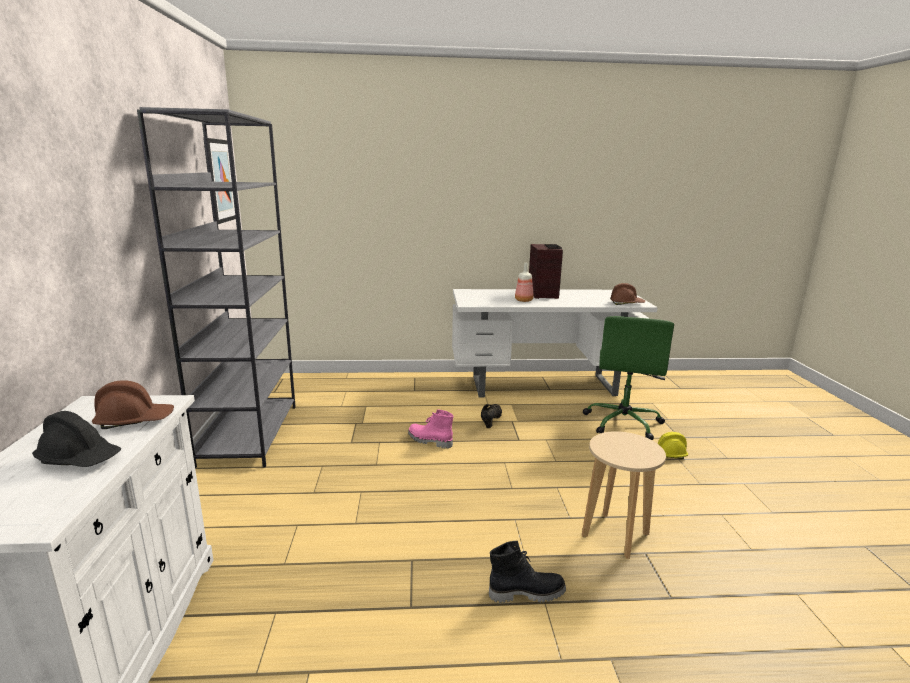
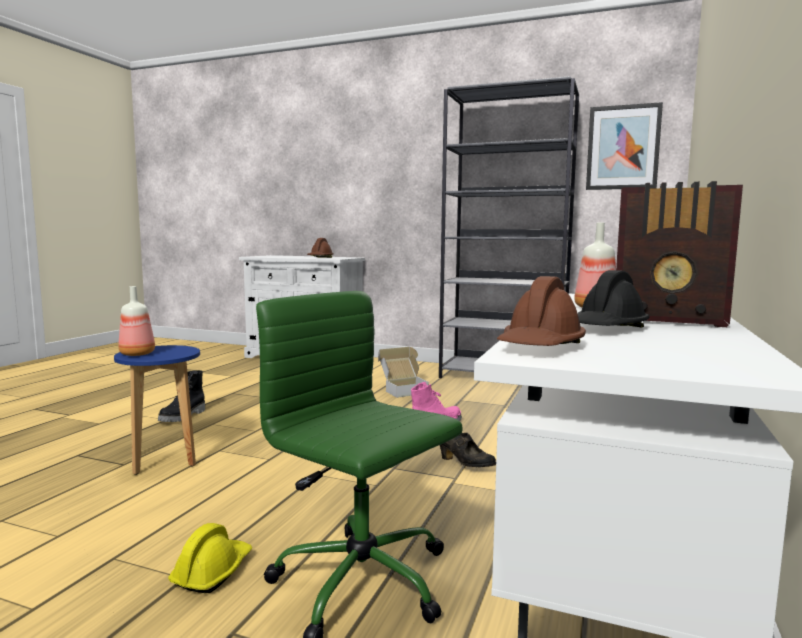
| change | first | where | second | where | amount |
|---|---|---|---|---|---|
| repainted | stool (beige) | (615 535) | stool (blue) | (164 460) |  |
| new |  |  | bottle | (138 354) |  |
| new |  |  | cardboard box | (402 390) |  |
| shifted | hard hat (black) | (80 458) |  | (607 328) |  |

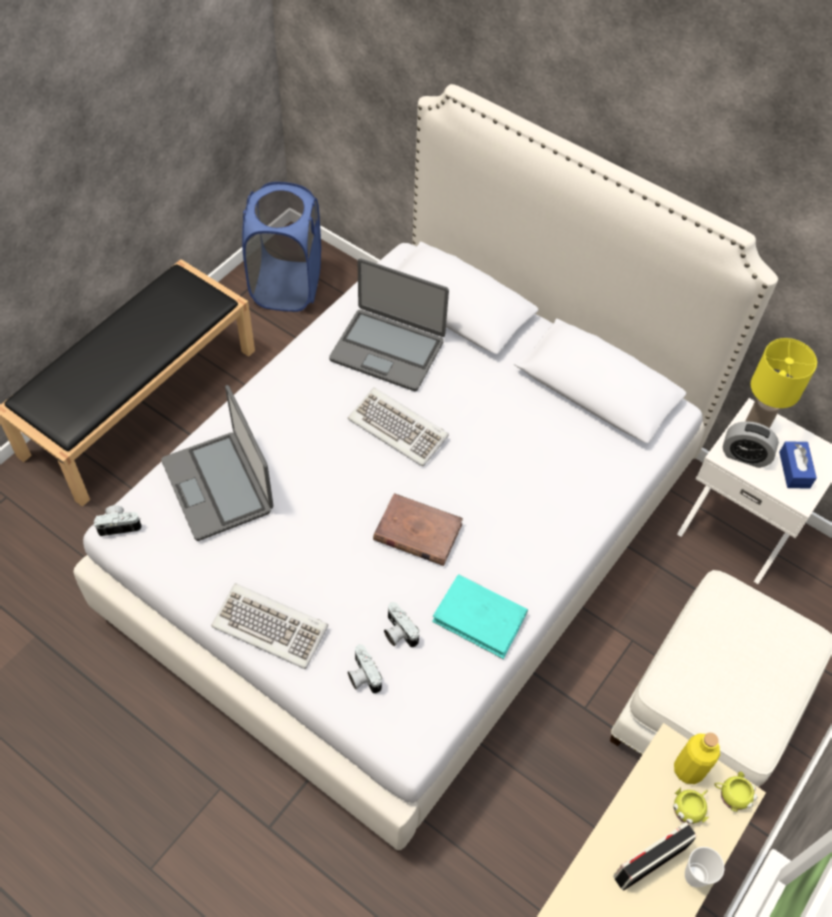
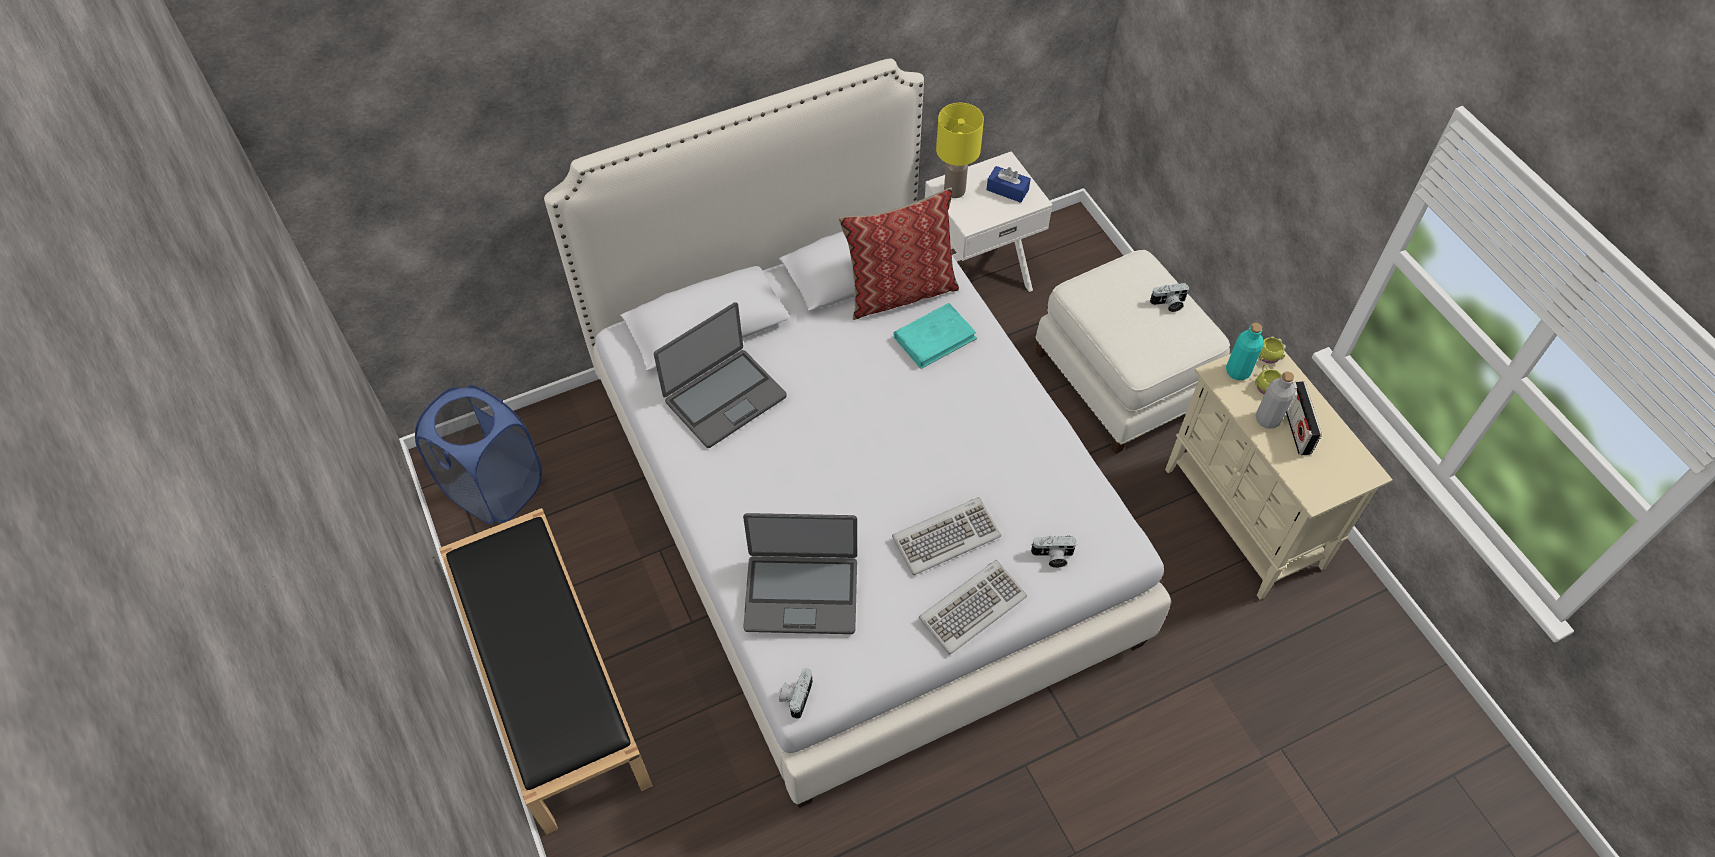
| change | first | where | second | where | amount |
|---|---|---|---|---|---|
| new |  |  | pillow | (900 291) |  |
| shifted | keyboard | (398 428) |  | (946 537) |  |
| shifted | book (turquoise) | (480 618) |  | (935 338) |  |
| shifted | photo camera | (397 632) |  | (1168 304) |  |
| repainted | bottle (yellow) | (688 769) | bottle (turquoise) | (1238 371) |  |
| new |  |  | bottle (grey) | (1267 419) |  |
| gone | book (brown) | (417 532) |  |  |  |
| gone | cup | (694 876) |  |  |  |
| gone | alarm clock | (744 456) |  |  |  |

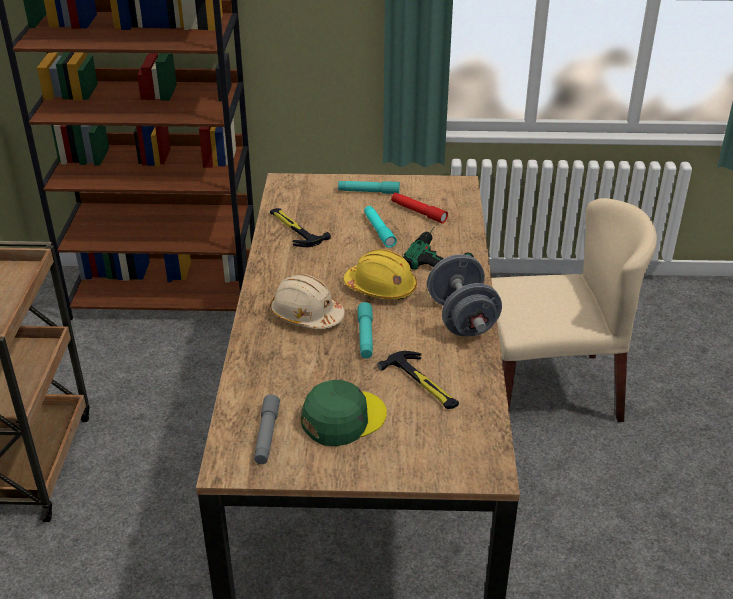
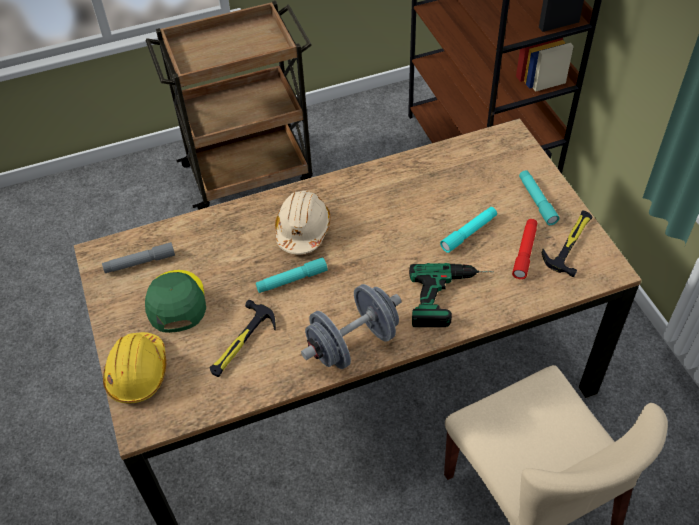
| change | first | where | second | where | amount |
|---|---|---|---|---|---|
| shifted | hard hat (yellow) | (381 288) |  | (138 373) |  |
| rotated | cap (green) | (343 418) |  | (175 302) | 135 degrees counterclockwise |
| shifted | hammer | (294 229) |  | (570 242) |  |

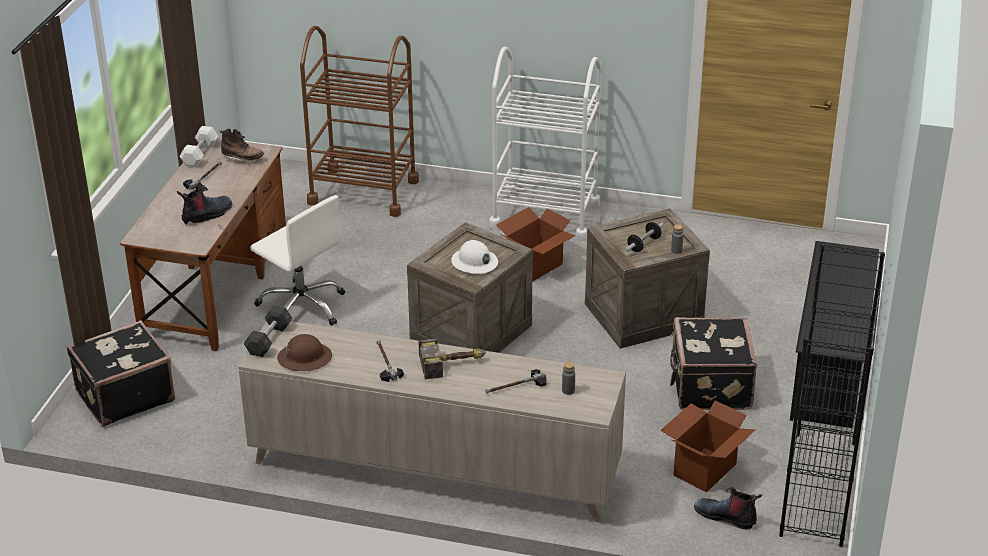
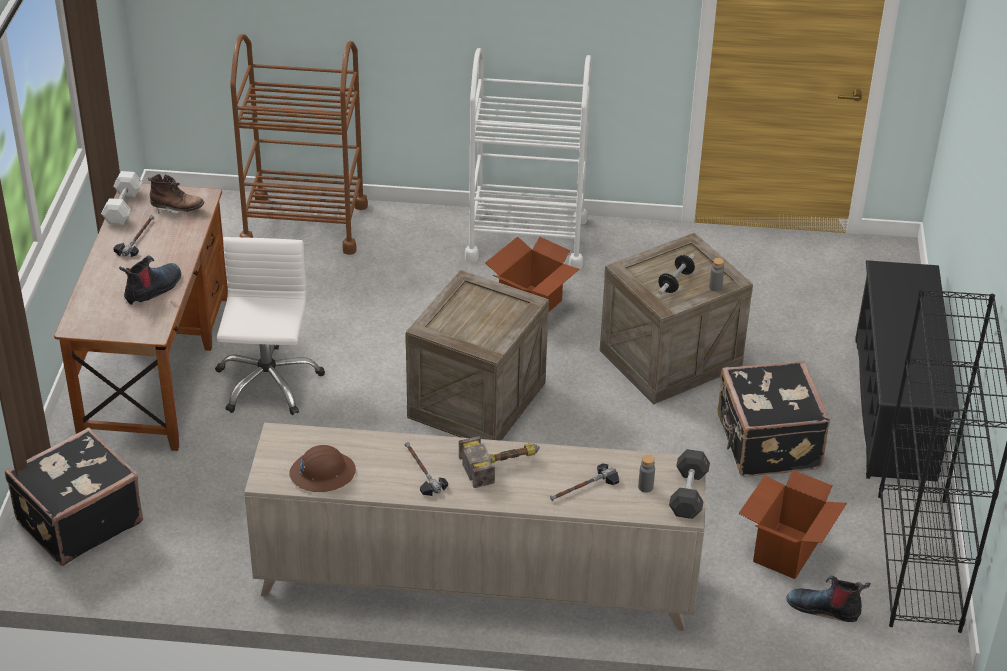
| change | first | where | second | where | amount |
|---|---|---|---|---|---|
| rotated | office chair (white) | (302 306) |  | (267 382) | 120 degrees counterclockwise |
| shifted | dumbbell (grey) | (269 340) |  | (688 493) |  |
| gone | hard hat (white) | (474 262) |  |  |  |

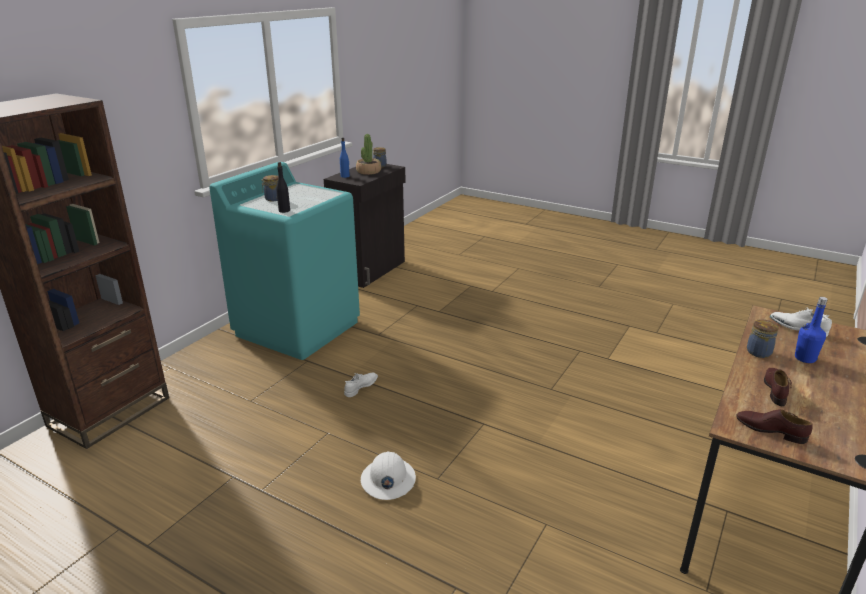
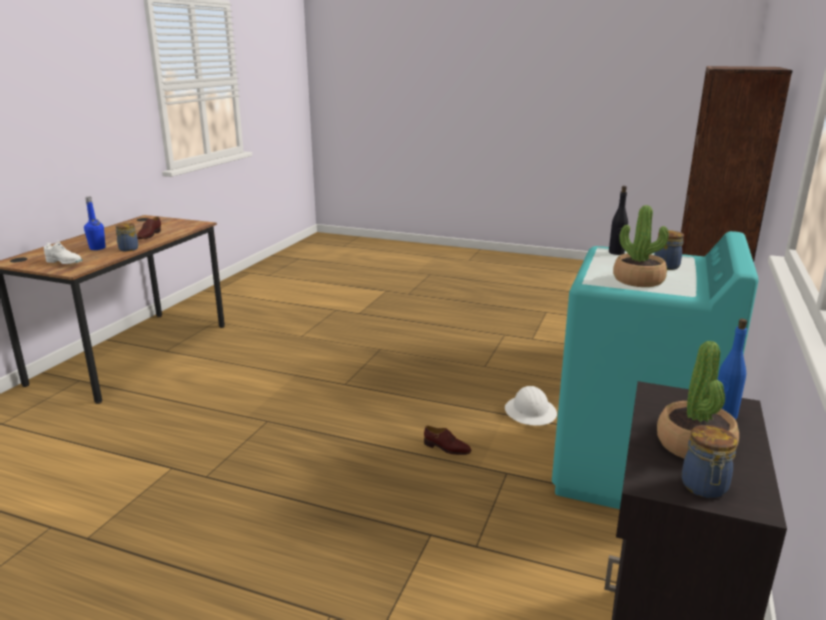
| change | first | where | second | where | amount |
|---|---|---|---|---|---|
| shifted | shoe (brown) | (770 430) |  | (447 448) |  |
| shifted | hard hat (white) | (388 480) |  | (530 412) |  |
| new |  |  | potted plant | (638 280) |  |
| gone | shoe (white) | (361 387) |  |  |  |

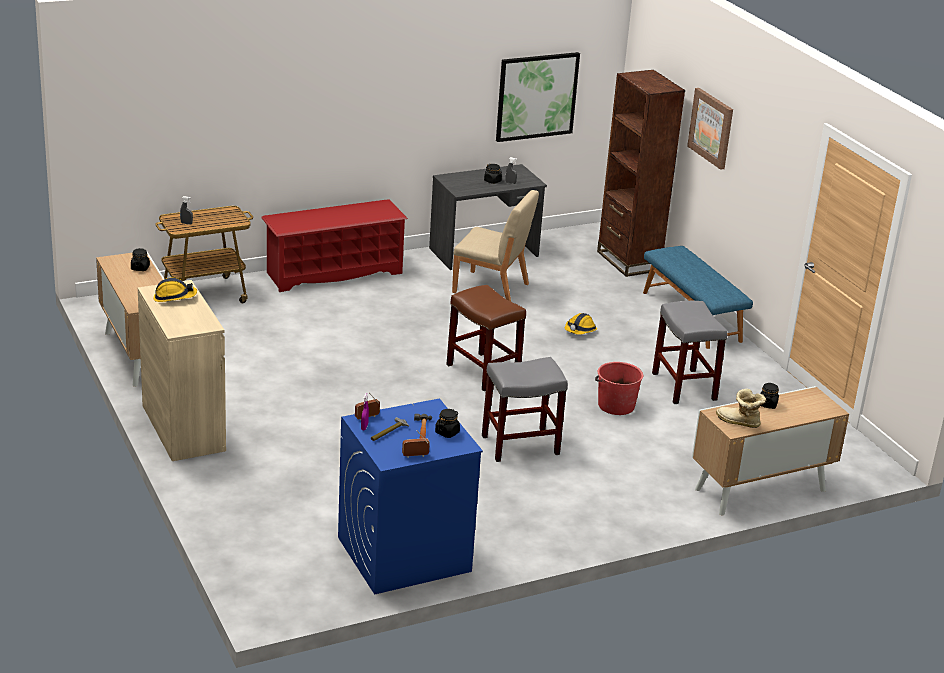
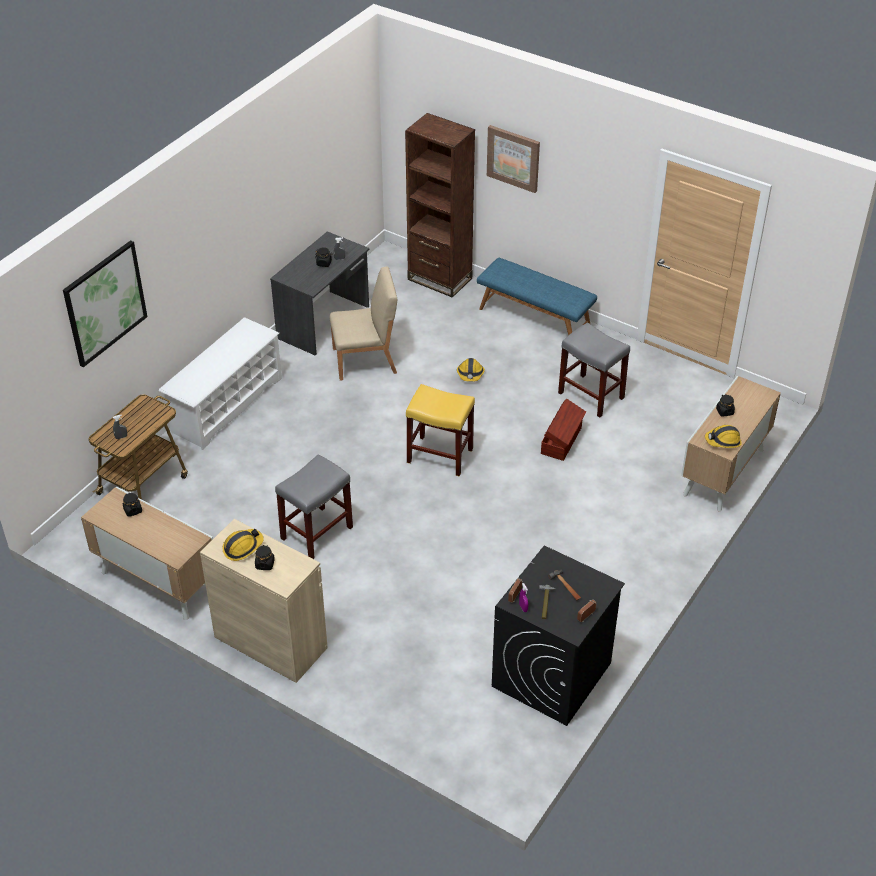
| change | first | where | second | where | amount |
|---|---|---|---|---|---|
| shifted | picture | (536 96) |  | (105 303) |  |
| repainted | shoe rack (red) | (333 273) | shoe rack (white) | (226 405) |  |
| shifted | jar (black) | (447 432) |  | (265 564) |  |
| shifted | stool (grey) | (519 445) |  | (316 533) |  |
| repainted | stool (brown) | (482 371) | stool (yellow) | (439 456) |  |
| repainted | washing machine (blue) | (403 555) | washing machine (black) | (551 675) |  |
| swapped | bucket (red) | (615 405) | storage box (brown) | (562 440) |  |
| swapped | boot | (738 423) | hard hat | (723 441) |  |

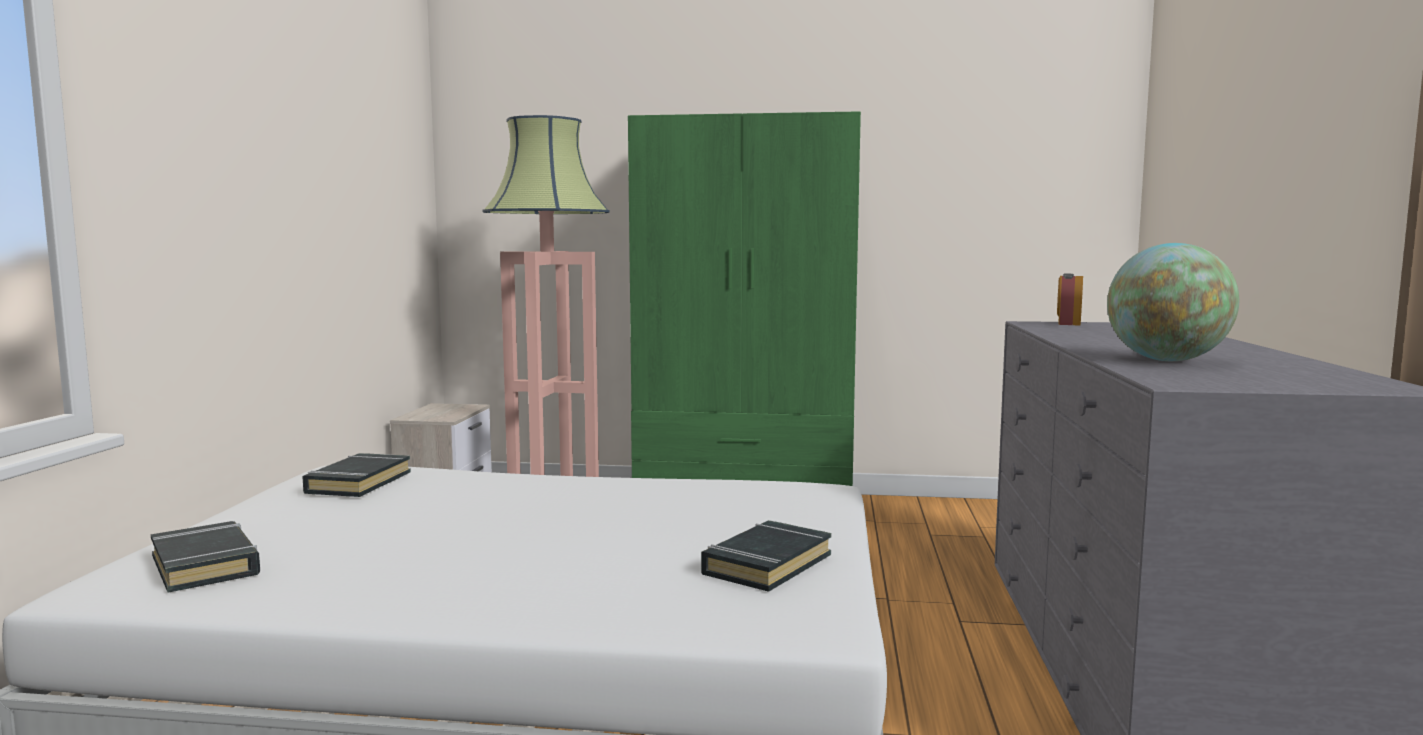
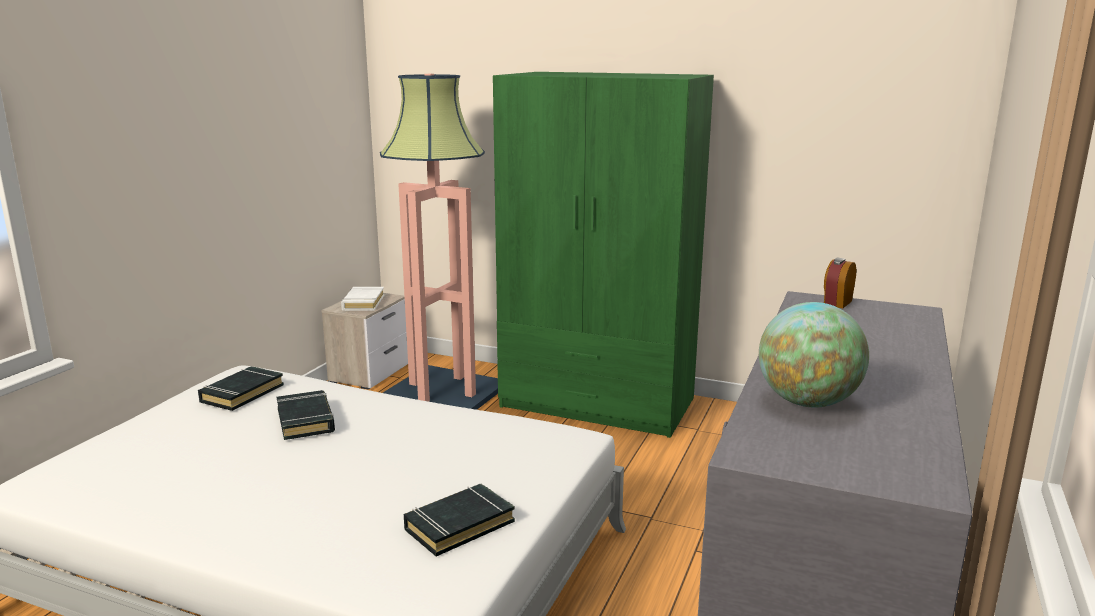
| change | first | where | second | where | amount |
|---|---|---|---|---|---|
| shifted | book (black) | (206 565) |  | (306 420) |  |
| new |  |  | book (white) | (363 303) |  |

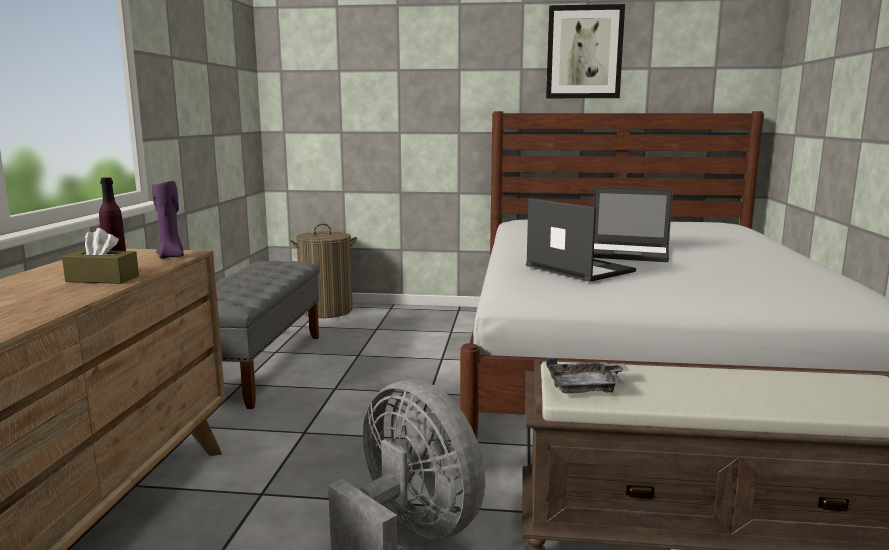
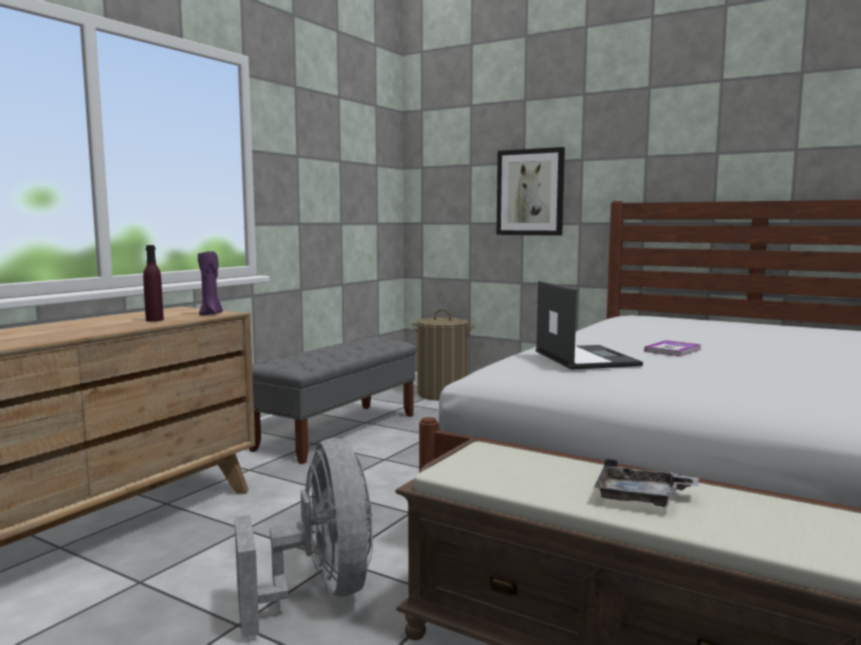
| change | first | where | second | where | amount |
|---|---|---|---|---|---|
| shifted | picture | (584 52) |  | (530 192) |  |
| shifted | tray (grey) | (586 387) |  | (641 498) |  |
| swapped | laptop | (629 253) | book | (673 350) |  |
| gone | tissue box (brown) | (102 279) |  |  |  |

